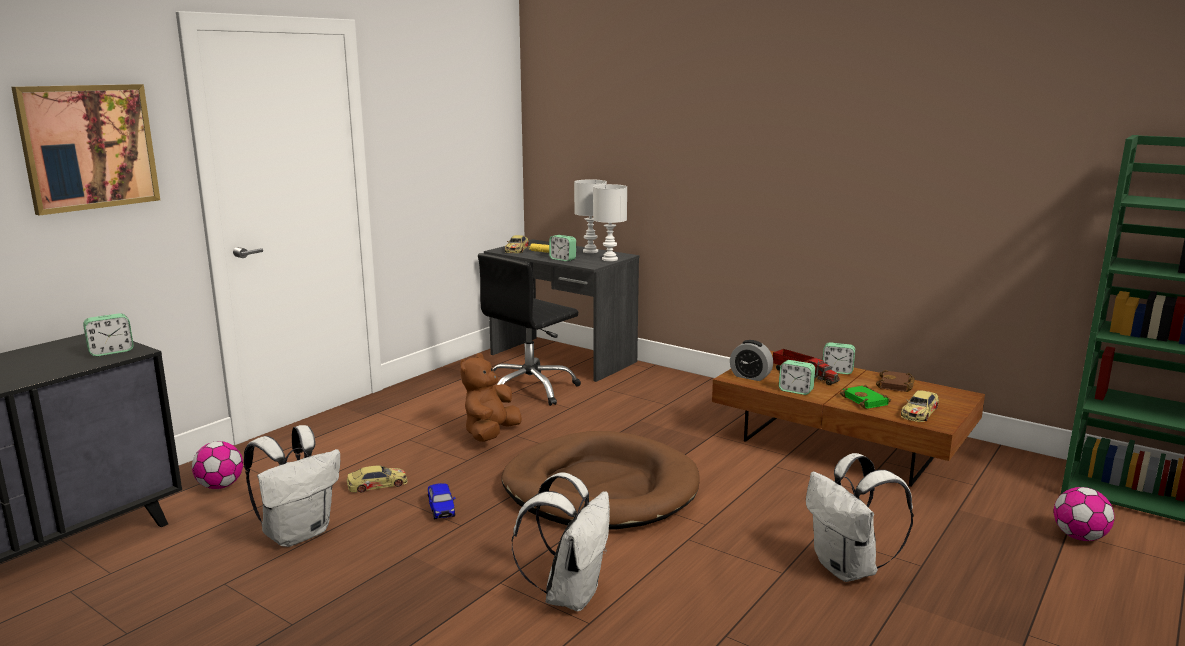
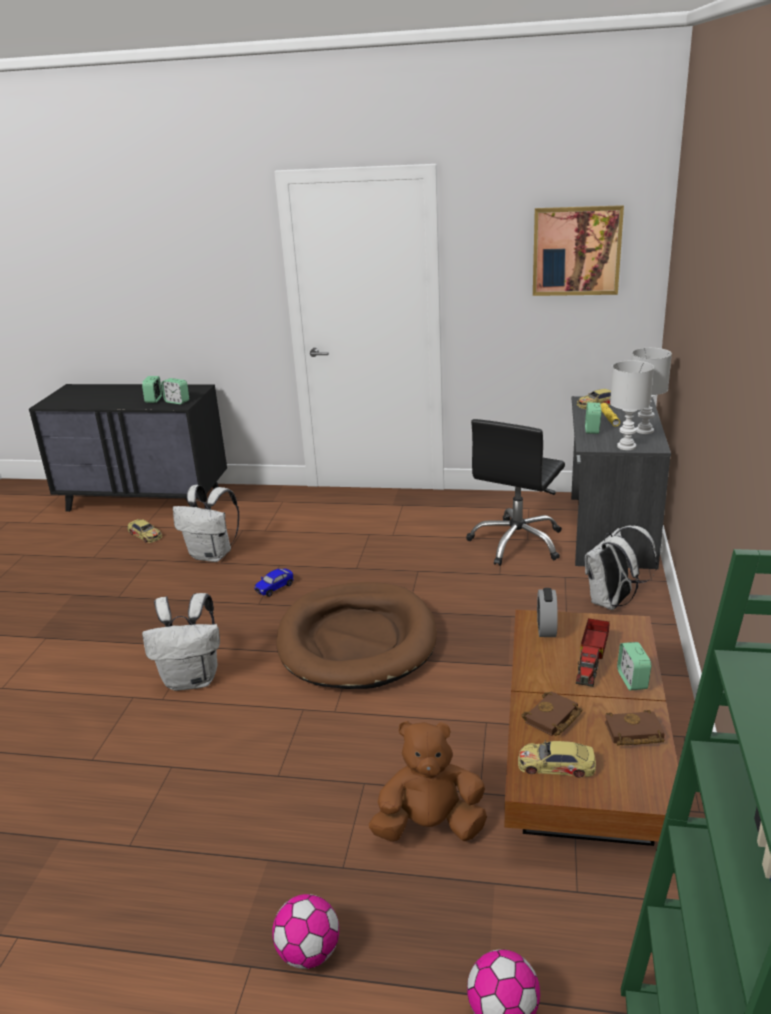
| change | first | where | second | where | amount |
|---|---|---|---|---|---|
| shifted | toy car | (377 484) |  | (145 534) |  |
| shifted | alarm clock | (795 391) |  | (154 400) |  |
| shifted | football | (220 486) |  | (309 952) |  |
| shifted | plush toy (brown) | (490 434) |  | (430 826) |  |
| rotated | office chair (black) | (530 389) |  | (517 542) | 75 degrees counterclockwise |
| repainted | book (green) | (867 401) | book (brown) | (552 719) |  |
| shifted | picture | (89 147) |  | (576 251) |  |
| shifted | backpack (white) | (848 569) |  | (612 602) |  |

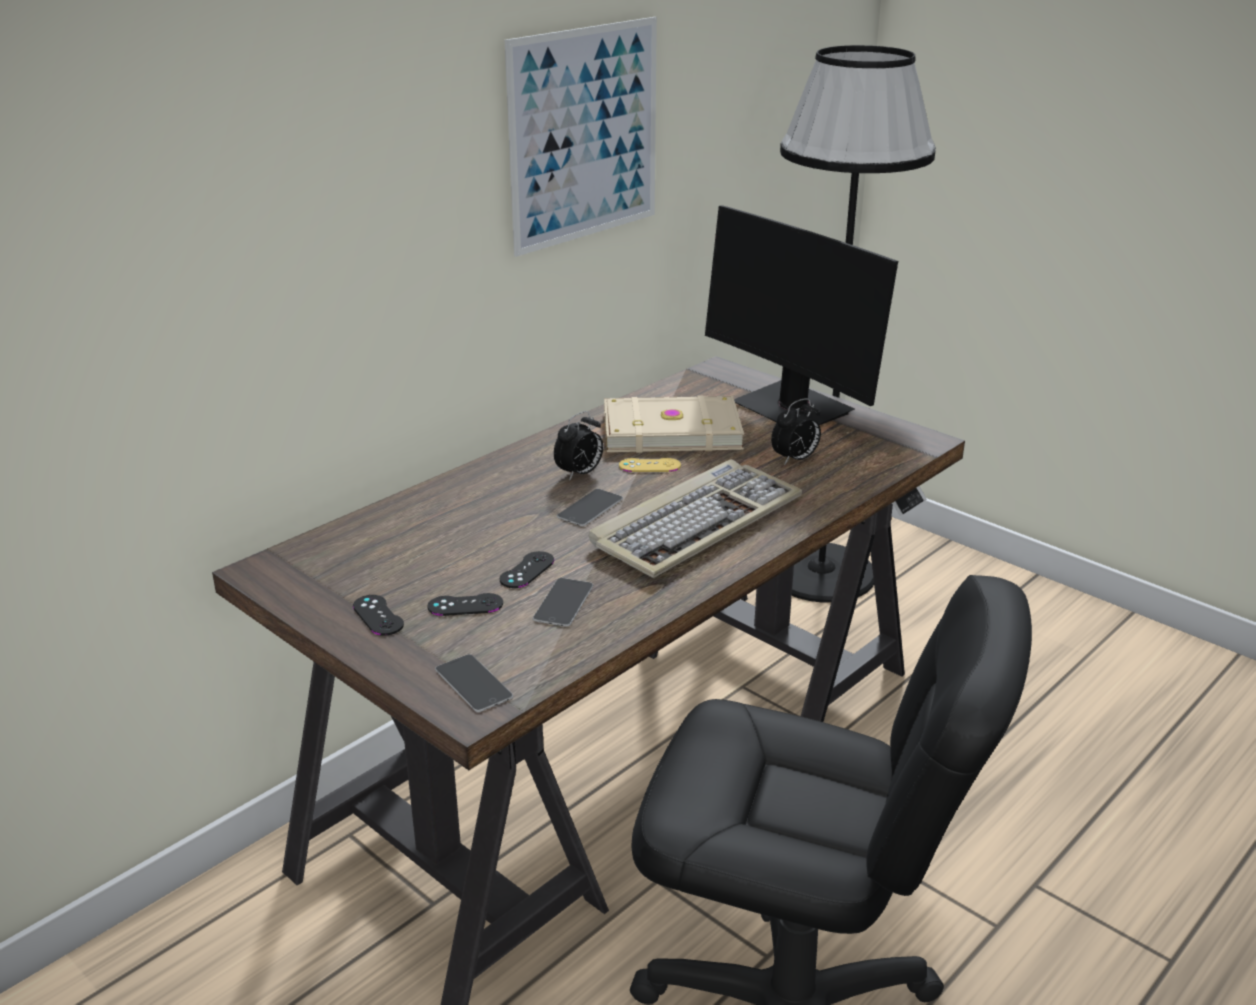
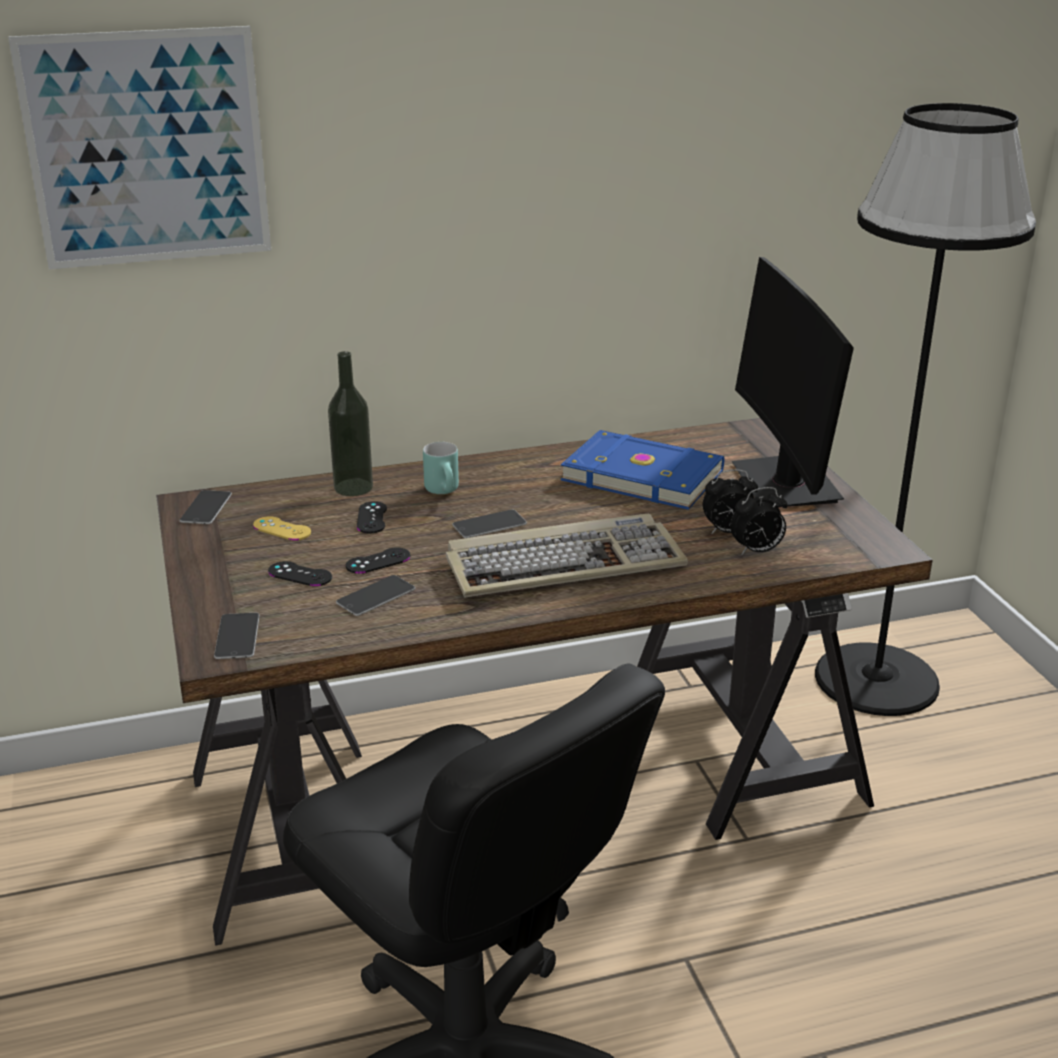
| change | first | where | second | where | amount |
|---|---|---|---|---|---|
| shifted | picture | (585 134) |  | (147 149) |  |
| new |  |  | phone | (206 507) |  |
| shifted | game controller (yellow) | (649 465) |  | (282 529) |  |
| new |  |  | bottle | (353 487) |  |
| shifted | game controller (black) | (378 615) |  | (372 518) |  |
| new |  |  | mug (turquoise) | (446 491) |  |
| repainted | book (beige) | (670 429) | book (blue) | (642 474) |  |
| shifted | alarm clock | (579 474) |  | (756 551) |  |

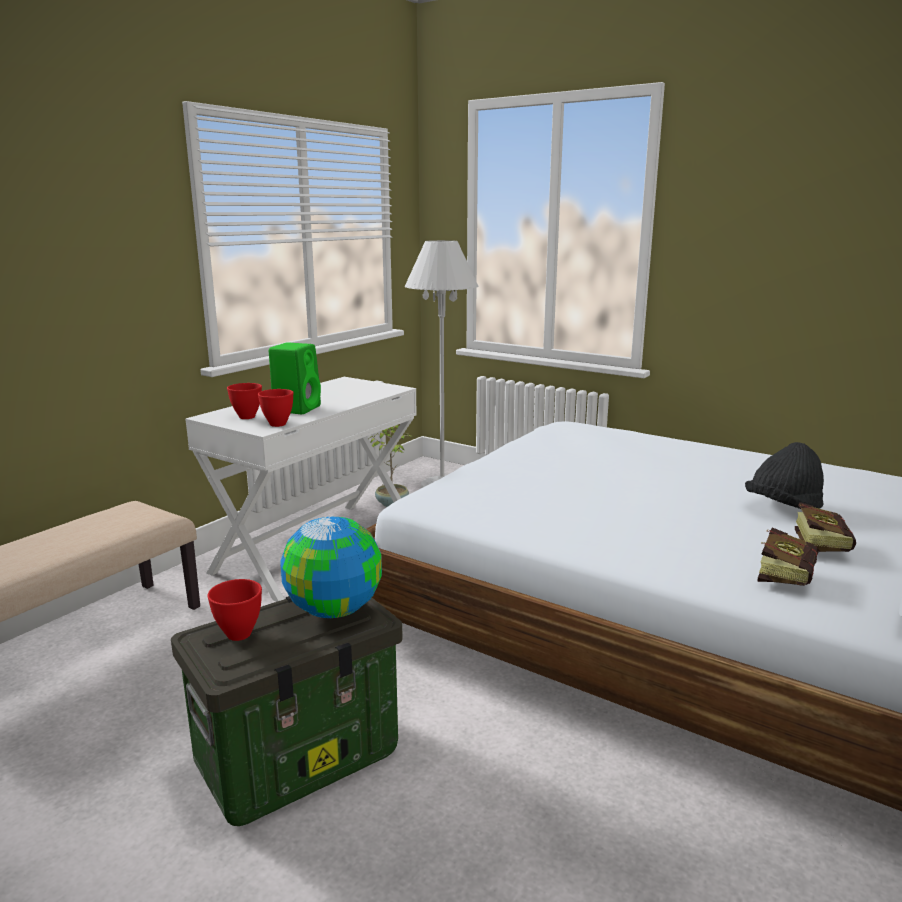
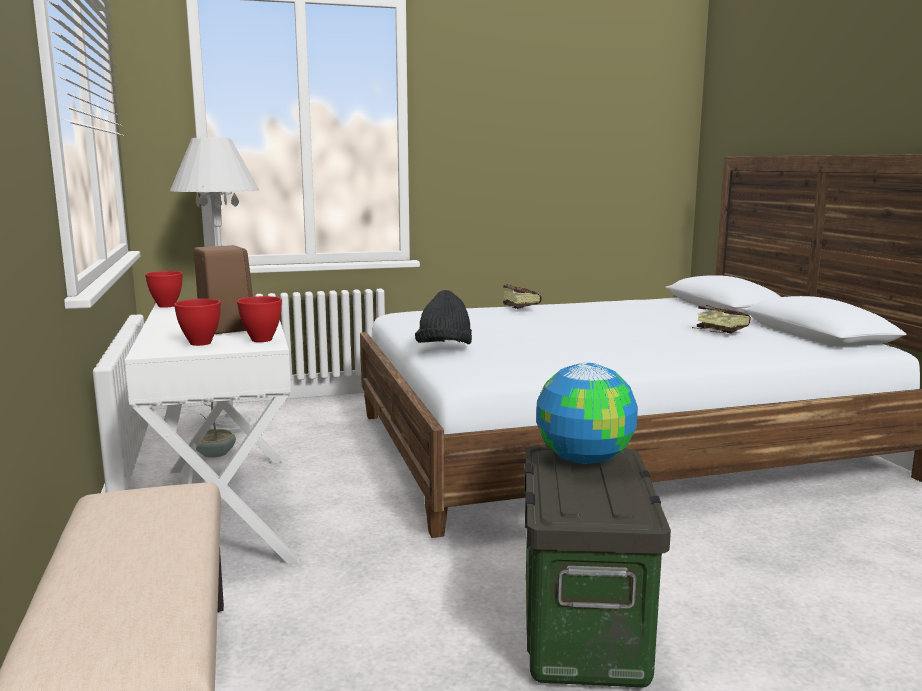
| change | first | where | second | where | amount |
|---|---|---|---|---|---|
| shifted | bowl (red) | (239 633) |  | (166 306) |  |
| repainted | speaker (green) | (297 408) | speaker (brown) | (225 328) |  |
| shifted | hat (black) | (783 507) |  | (444 349) |  |
| shifted | book | (786 576) |  | (519 308) |  |

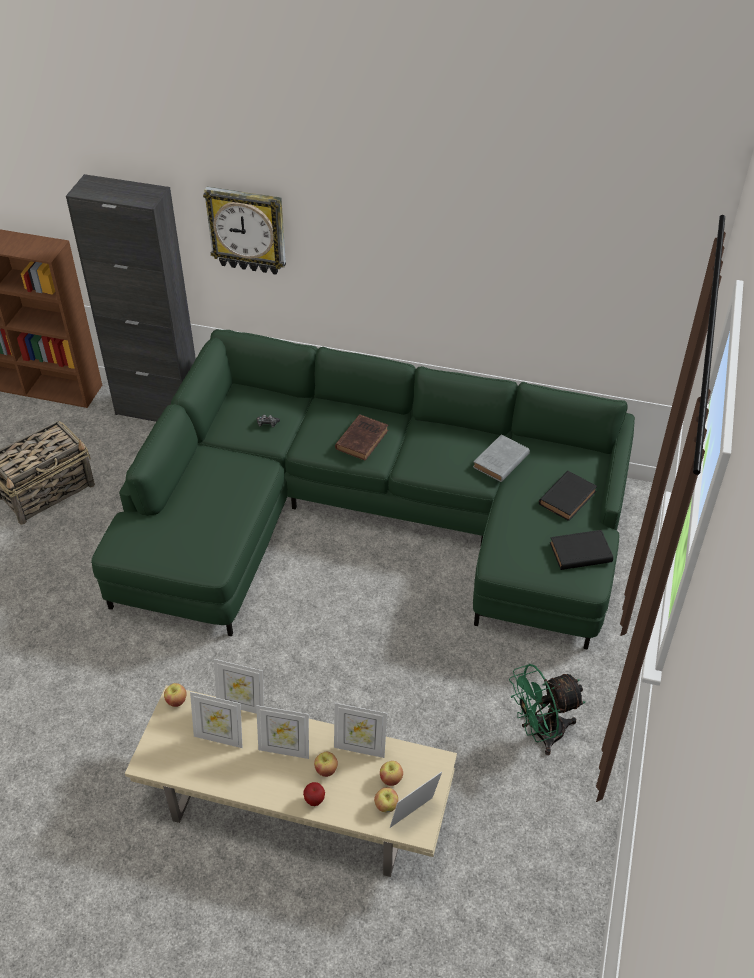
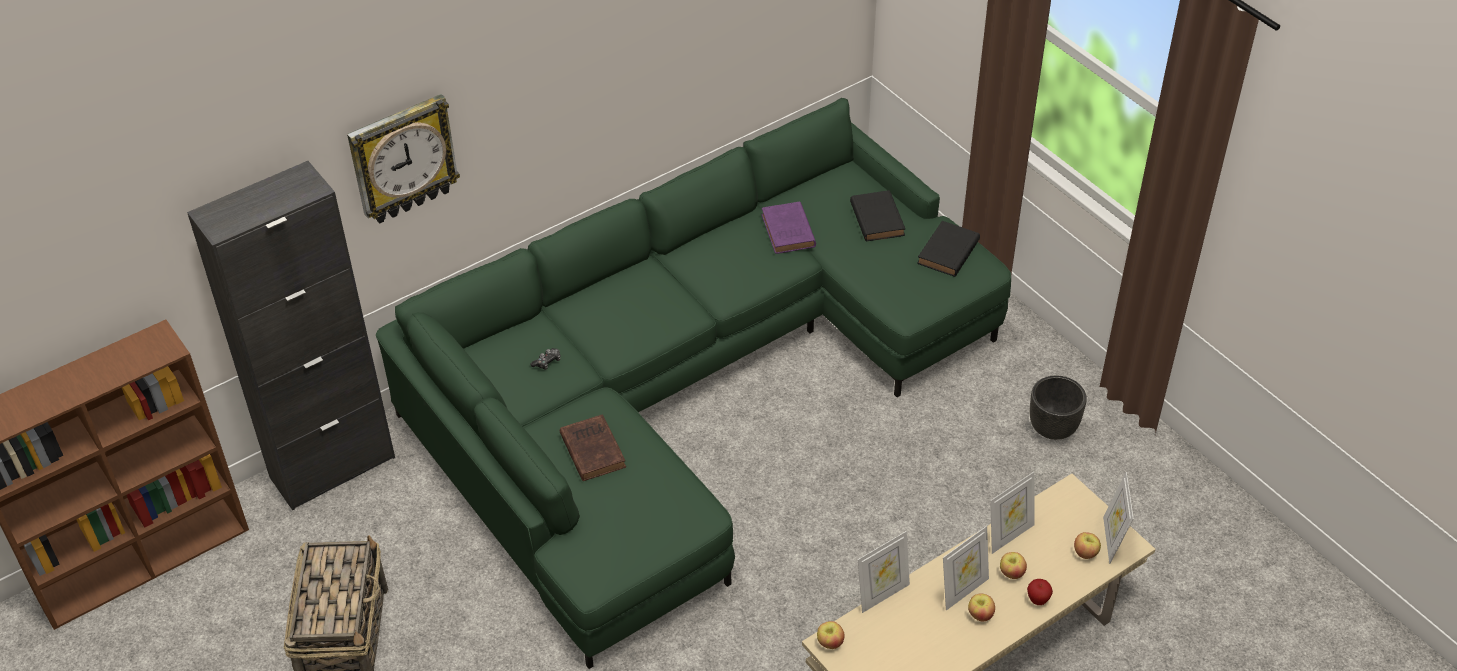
| change | first | where | second | where | amount |
|---|---|---|---|---|---|
| shifted | book (brown) | (362 439) |  | (592 449) |  |
| repainted | book (grey) | (500 462) | book (purple) | (788 232) |  |
| shifted | apple | (391 778) |  | (980 615) |  |
| swapped | fan (green) | (540 732) | planter (black) | (1053 428) |  |
| gone | picture frame | (219 737) |  |  |  |

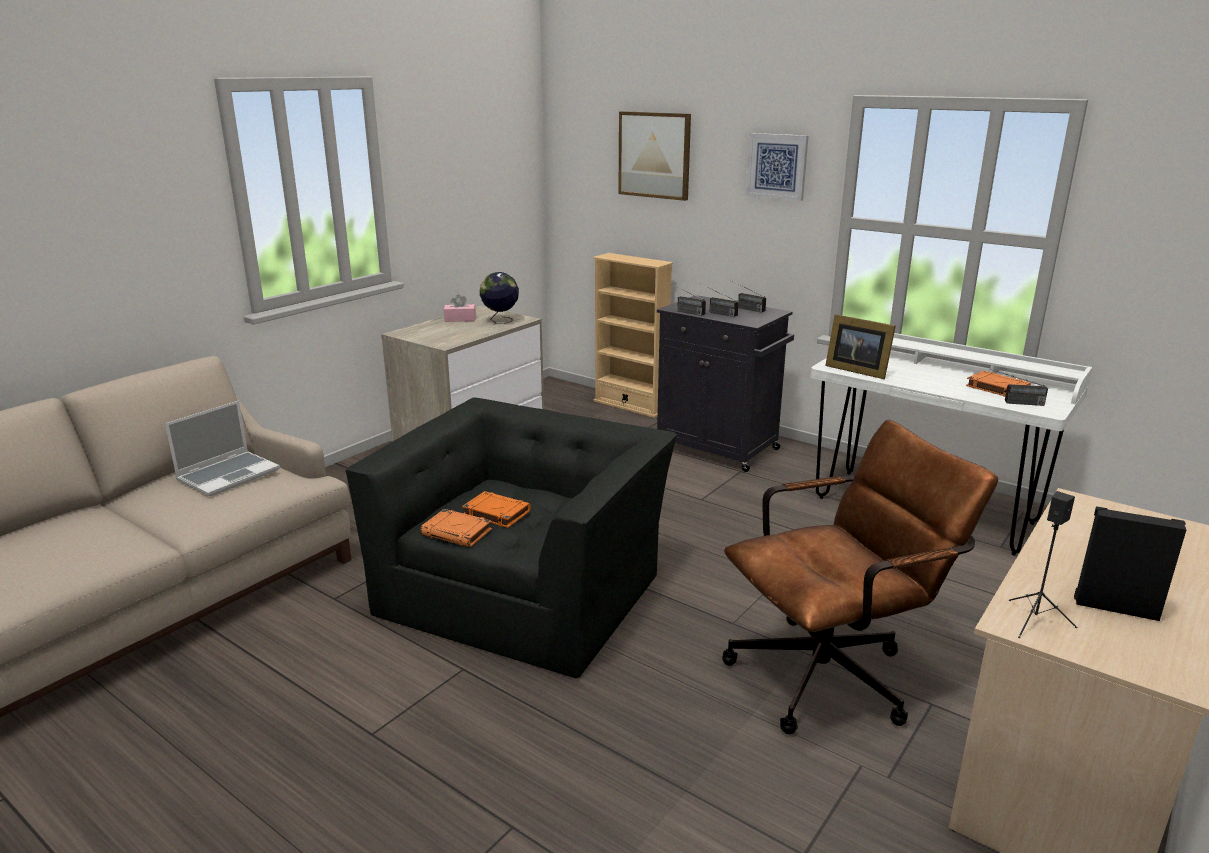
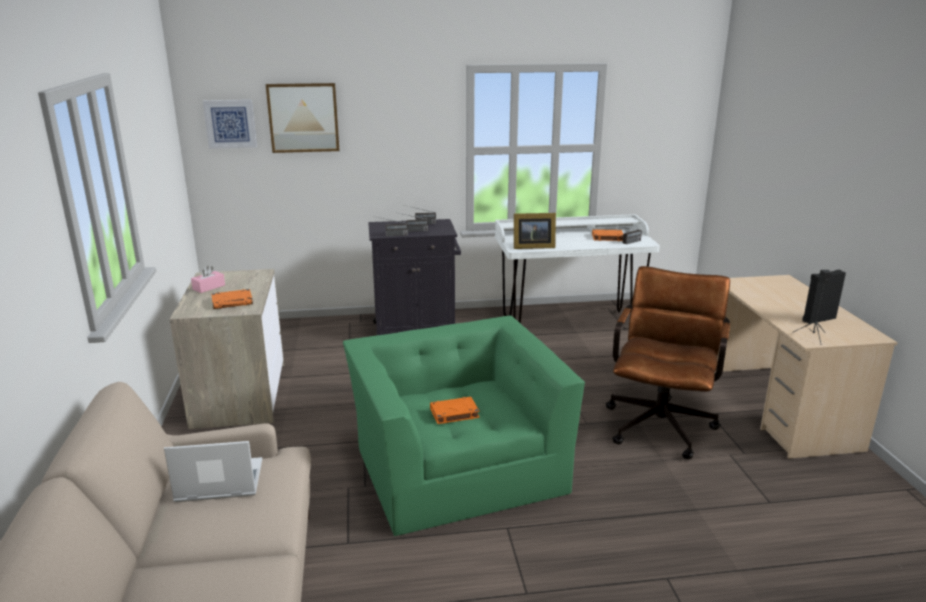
| change | first | where | second | where | amount |
|---|---|---|---|---|---|
| rotated | laptop | (229 475) |  | (218 483) | 90 degrees counterclockwise |
| shifted | picture | (777 166) |  | (230 124) |  |
| shifted | book (orange) | (457 532) |  | (233 302) |  |
| repainted | armchair (black) | (525 588) | armchair (green) | (457 465) |  |
| gone | globe | (500 321) |  |  |  |
| gone | bookcase (beige) | (630 405) |  |  |  |

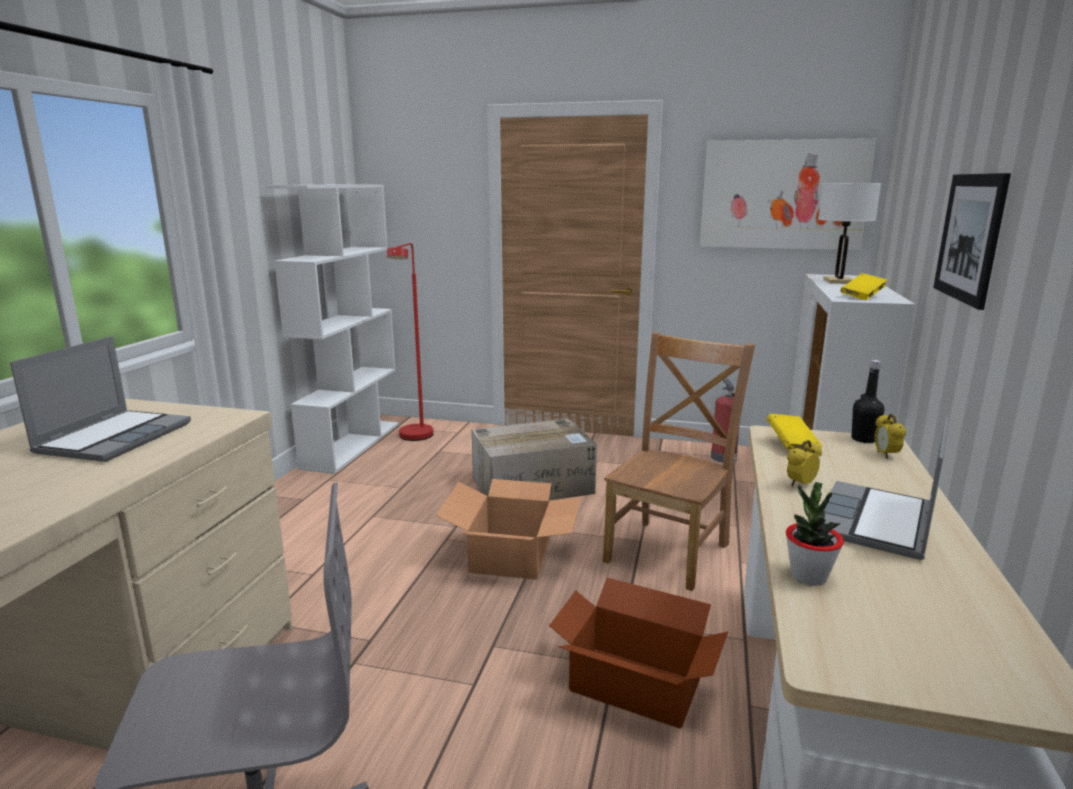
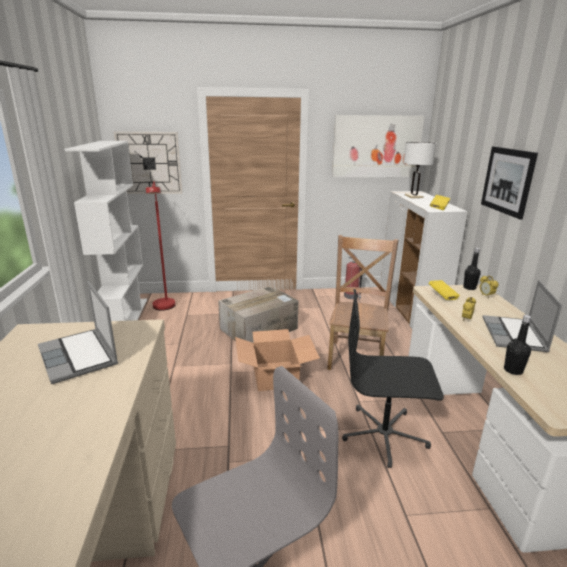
| change | first | where | second | where | amount |
|---|---|---|---|---|---|
| rotated | laptop | (115 437) |  | (79 356) | 150 degrees clockwise |
| new |  |  | wall clock | (149 163) |  |
| swapped | cardboard box | (634 684) | office chair (black) | (384 435) |  |
| swapped | potted plant | (808 576) | bottle (black) | (513 370) |  |

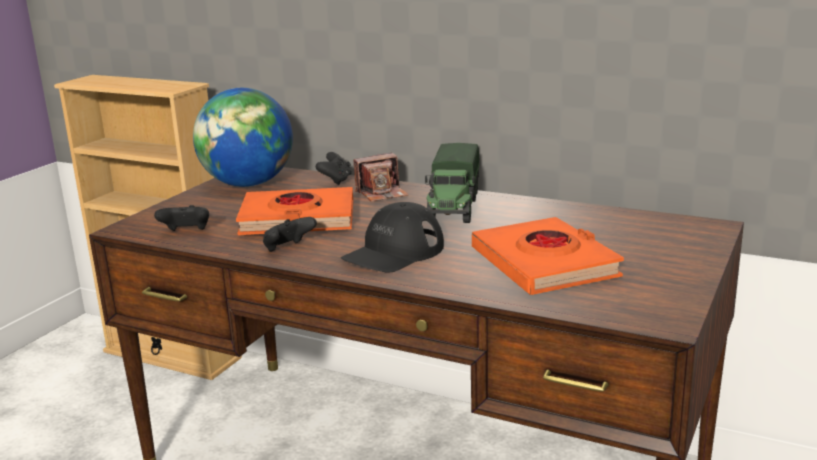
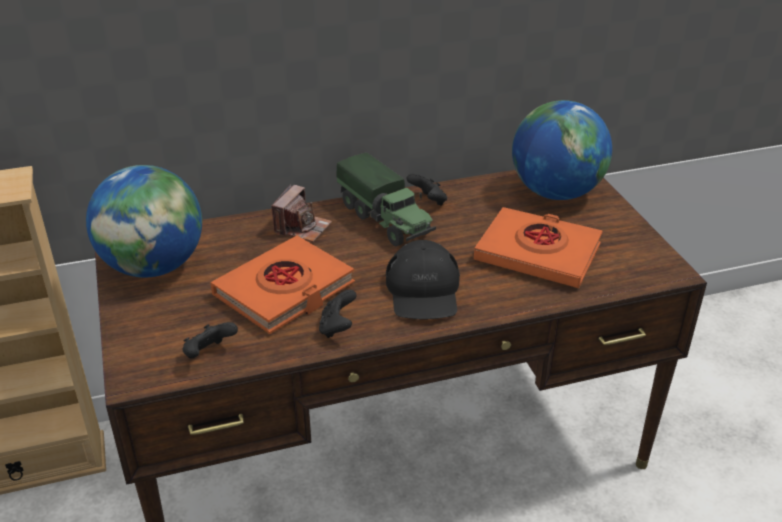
| change | first | where | second | where | amount |
|---|---|---|---|---|---|
| shifted | game controller (black) | (336 181) |  | (428 201) |  |
| new |  |  | globe | (555 192) |  |

